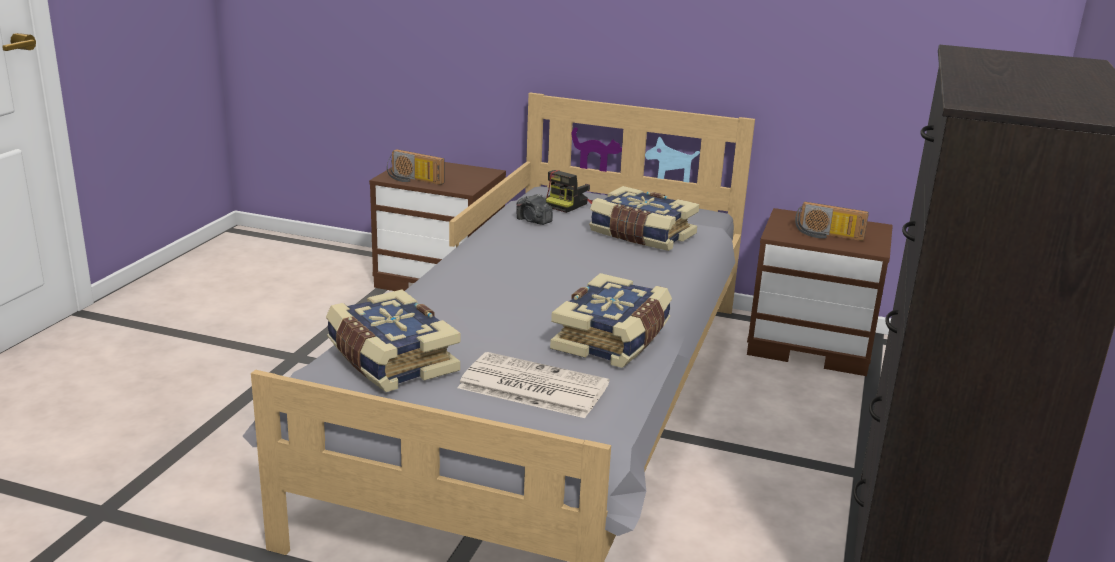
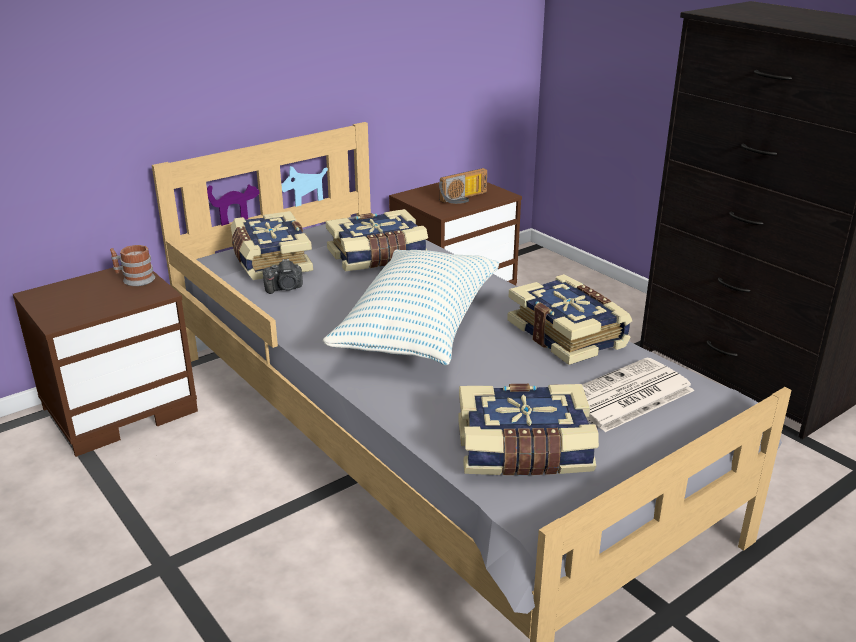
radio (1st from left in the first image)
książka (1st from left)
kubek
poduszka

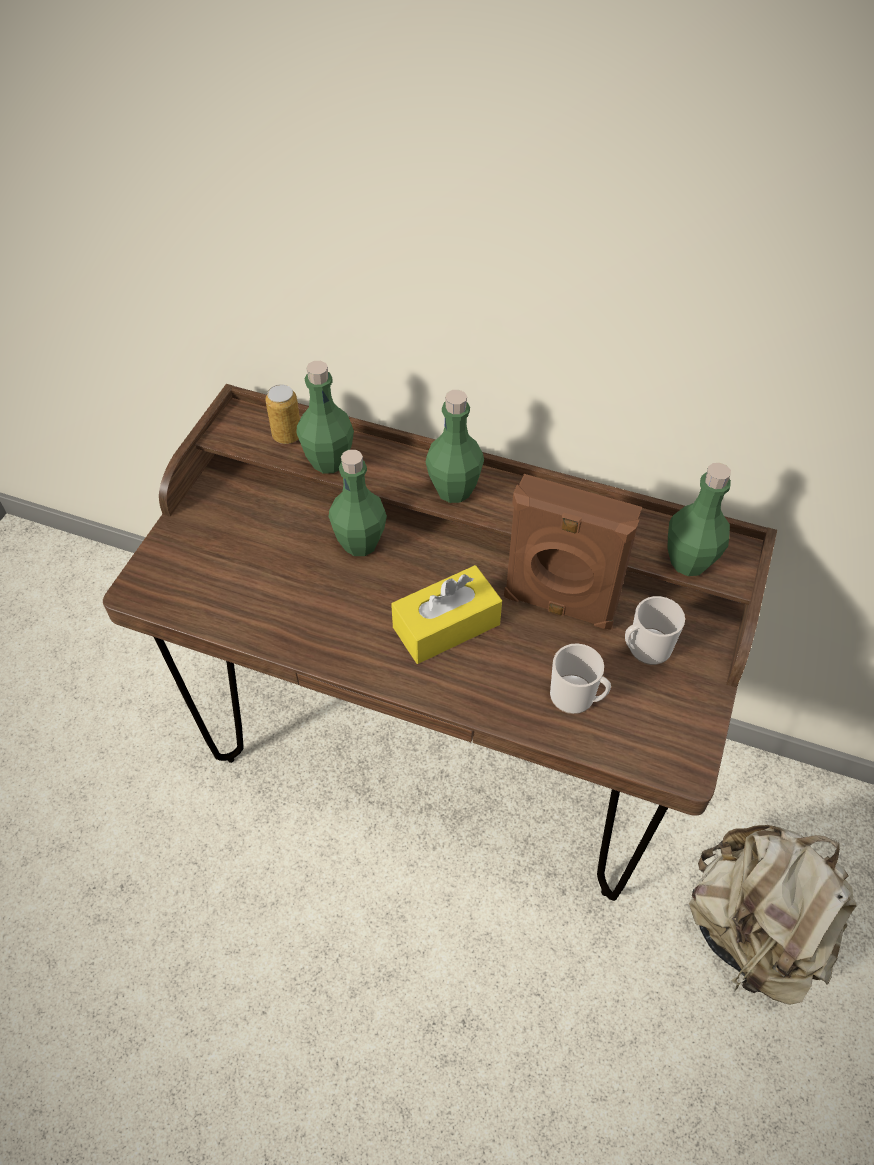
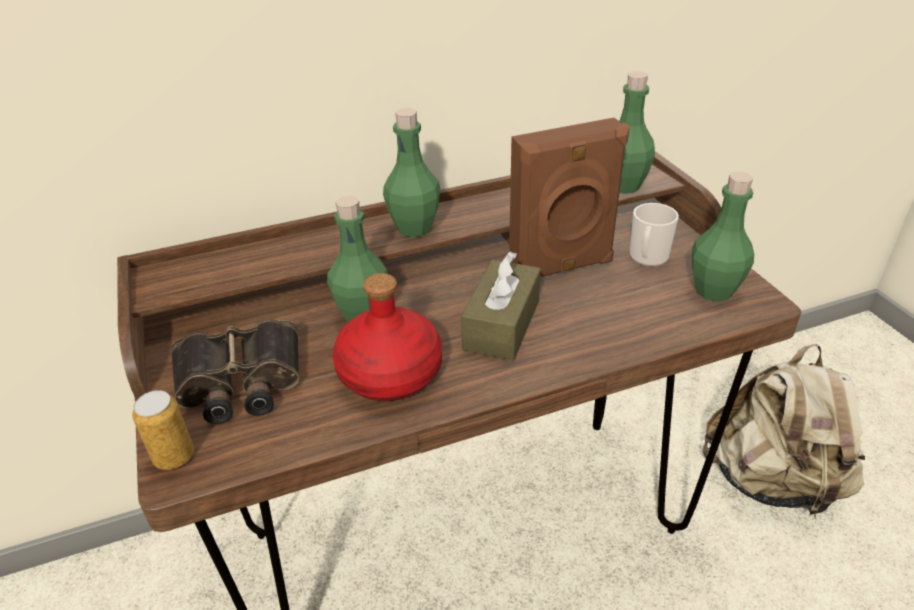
puszka
butelka (zielony) (4th from left)
pudełko chusteczek (brązowy)
kubek (1st from left in the first image)
lornetka
butelka (czerwony)

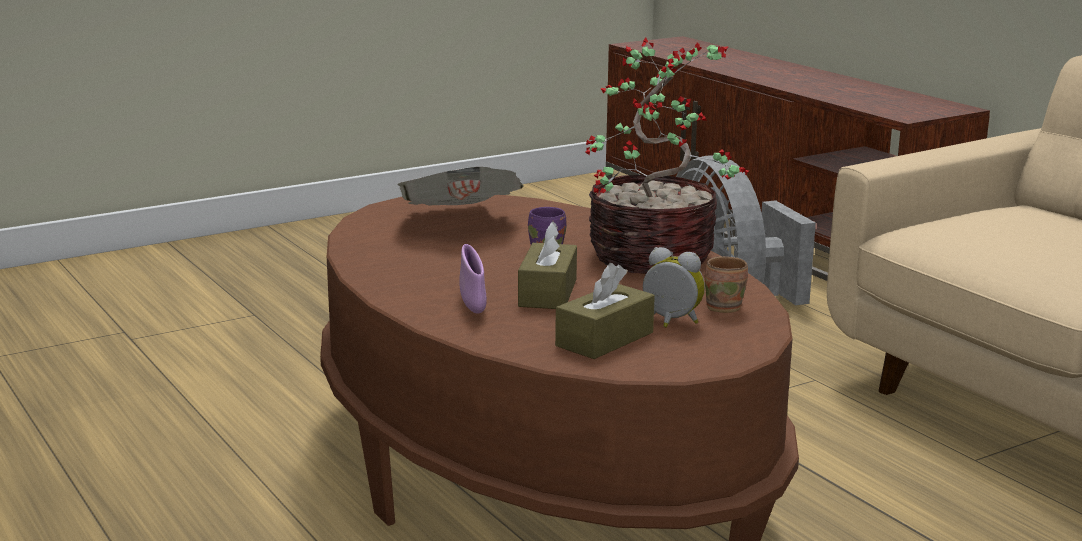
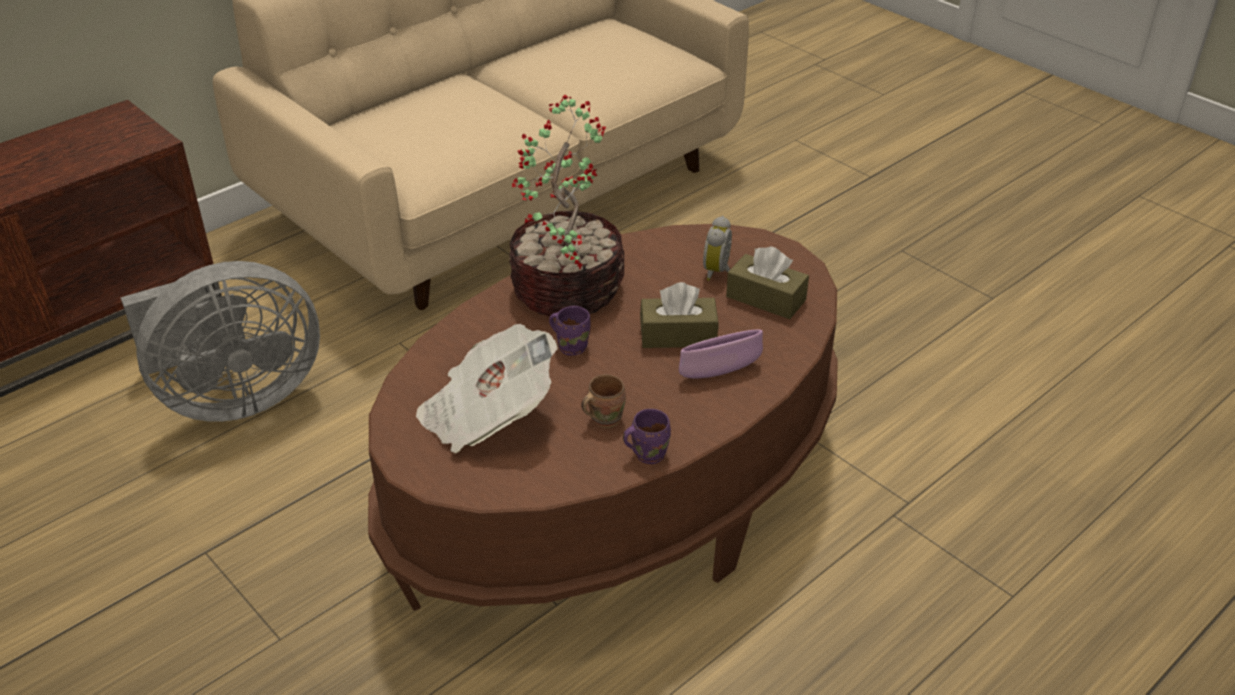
kubek (brązowy)
kubek (fioletowy) (2nd from left)

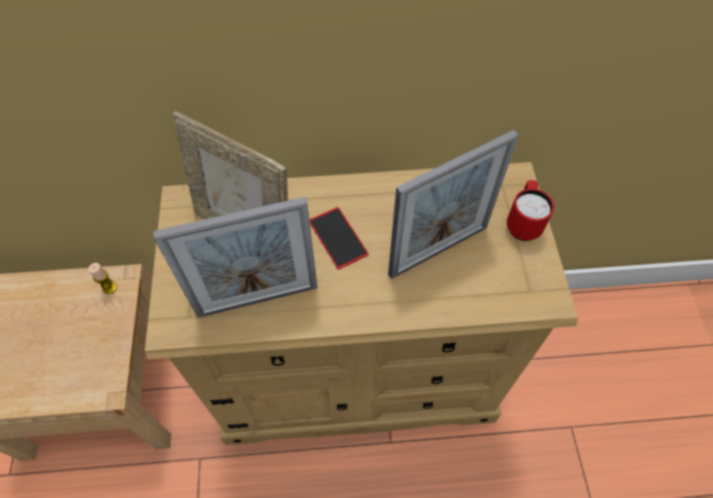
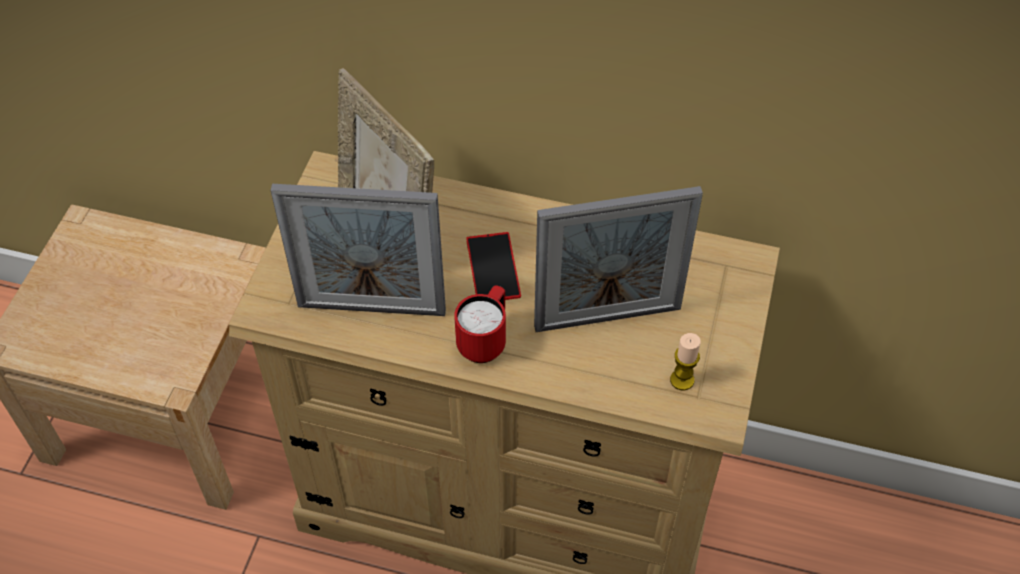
świeca
kubek (czerwony)

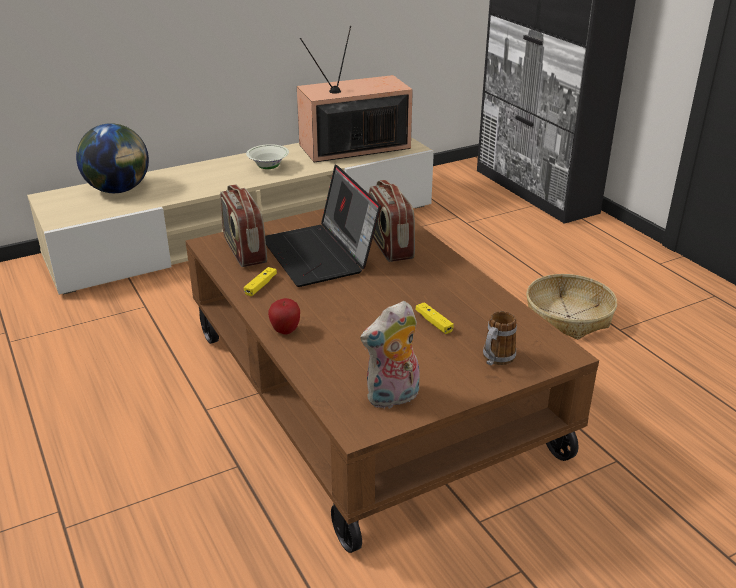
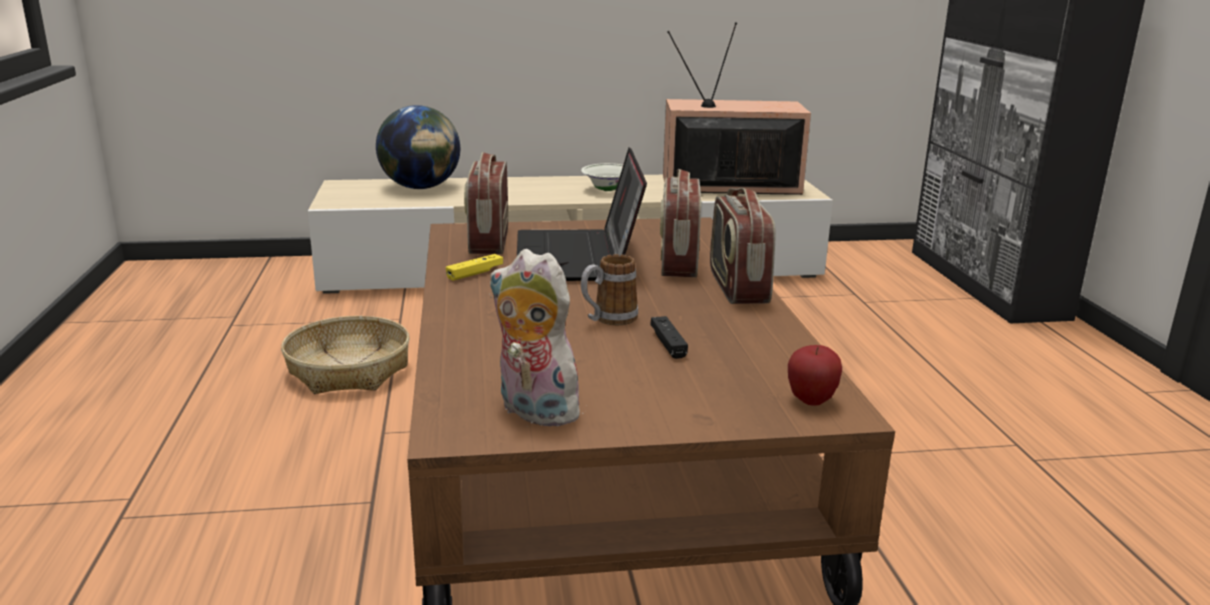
jabłko
pluszak
pad do gier (czarny)
kubek
koszyk
radio (3rd from left)

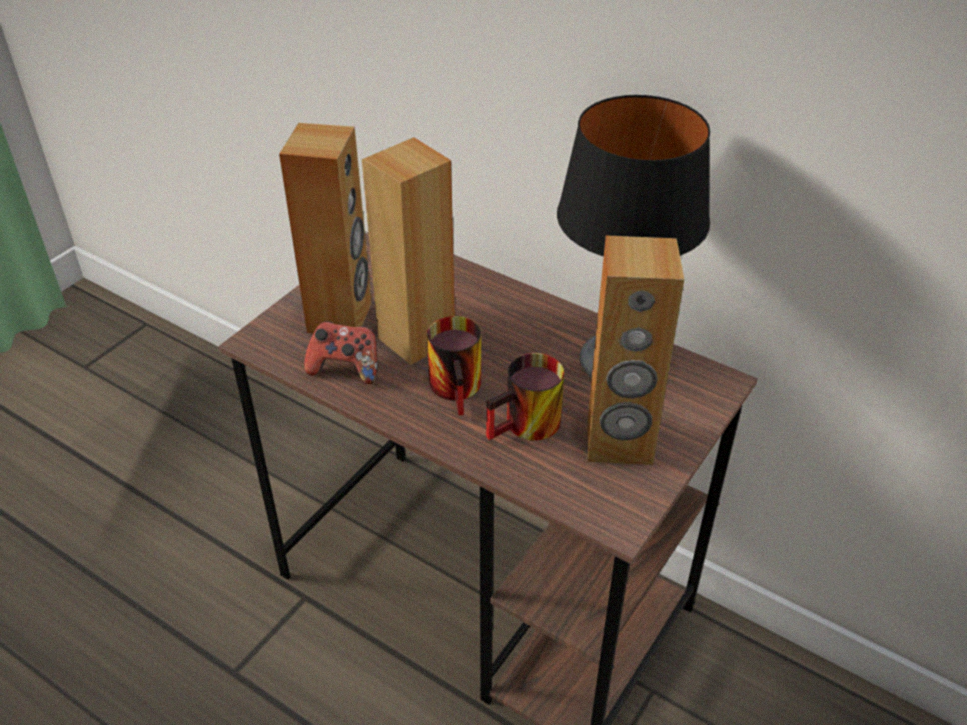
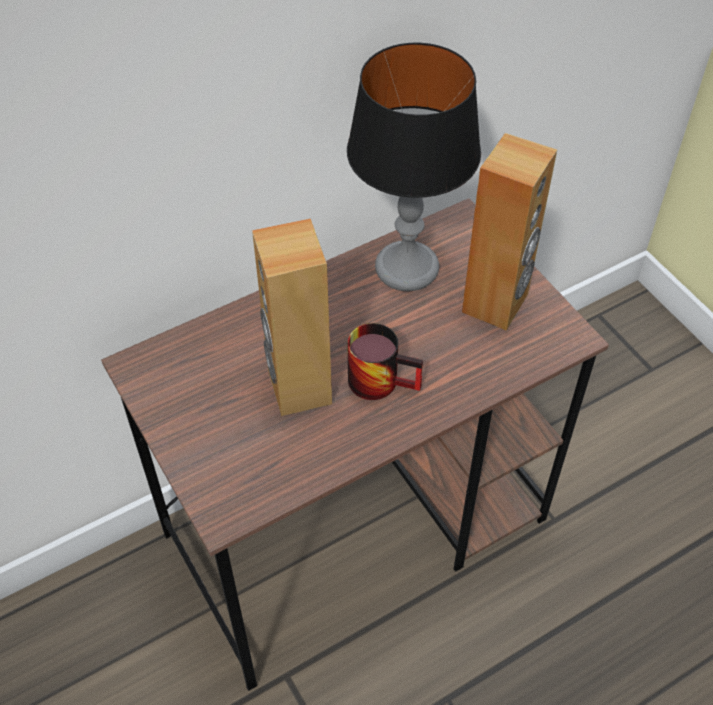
głośnik (brązowy) (1st from left in the first image)
pad do gier
kubek (2nd from left in the first image)

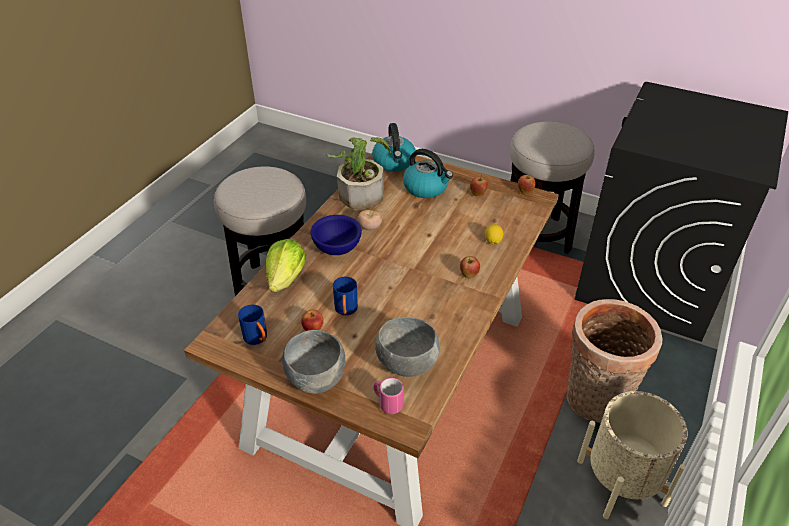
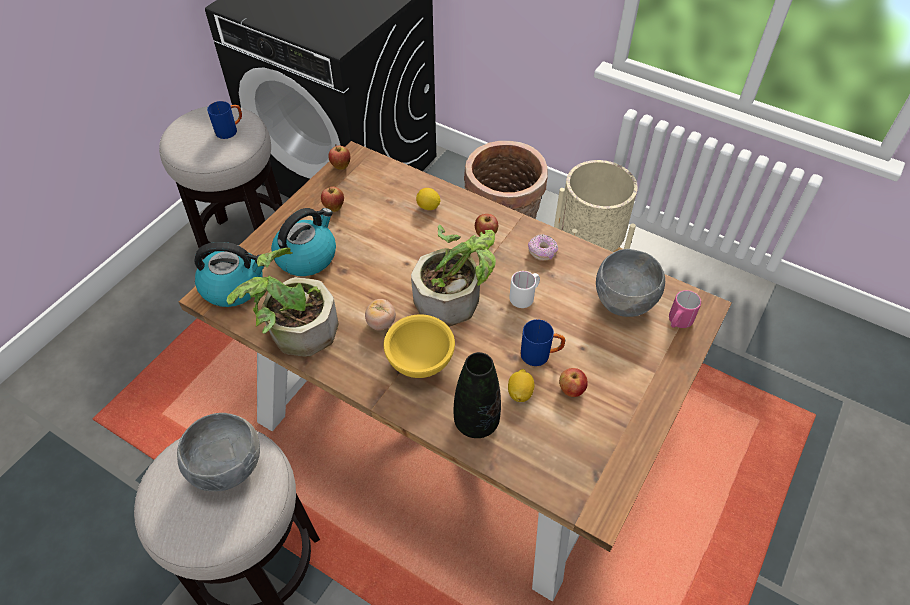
kubek (niebieski) (1st from left)
wazon (czarny)
miska (szary) (1st from left)
miska (żółty)
roślina doniczkowa (2nd from left)
cytryna (2nd from left)
kubek (biały)
donut

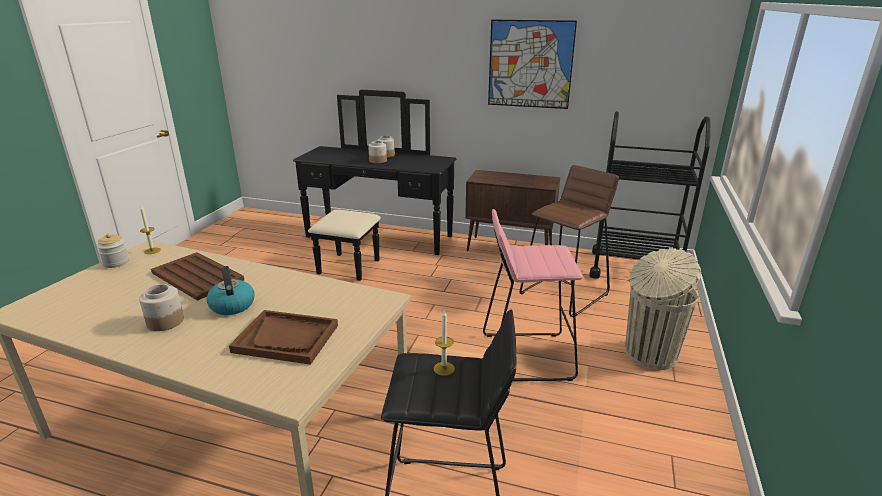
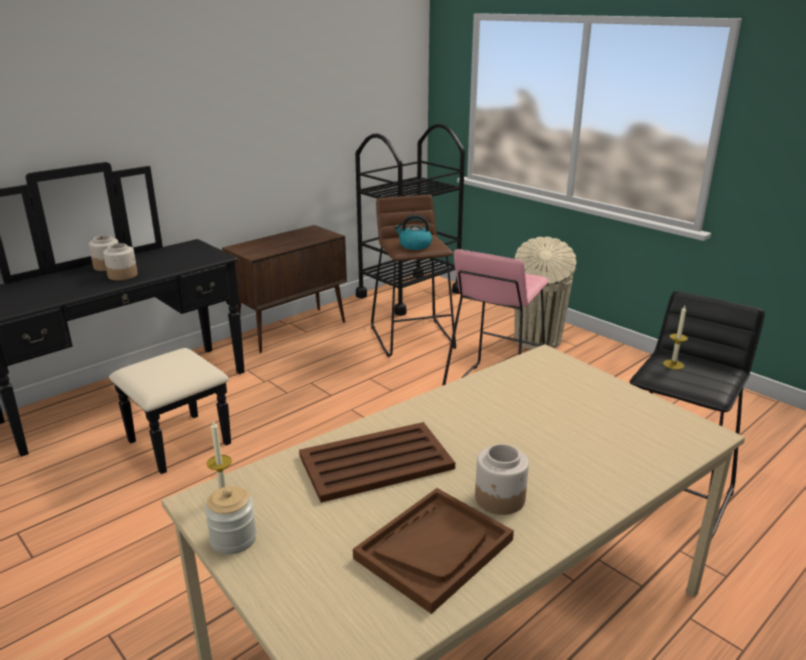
czajnik
taca (brązowy) (2nd from left)
obraz

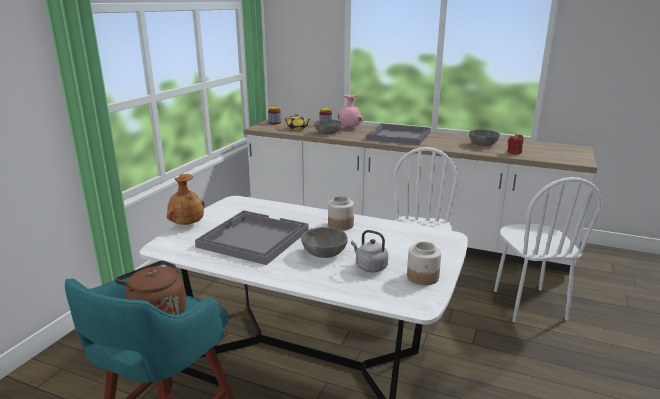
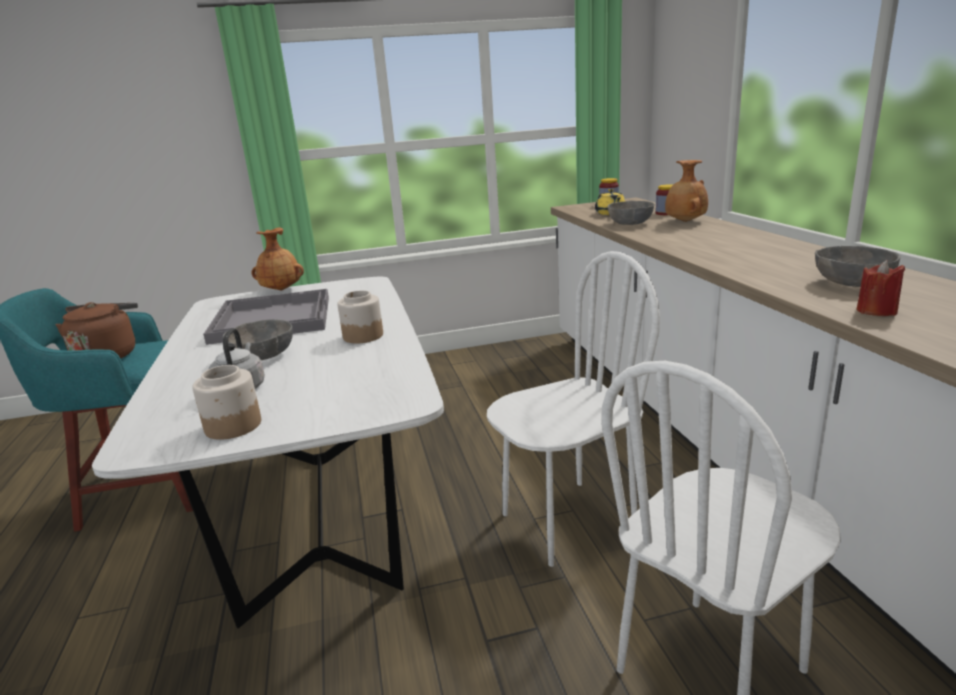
wazon (brązowy) (2nd from left)
taca (szary) (2nd from left in the first image)

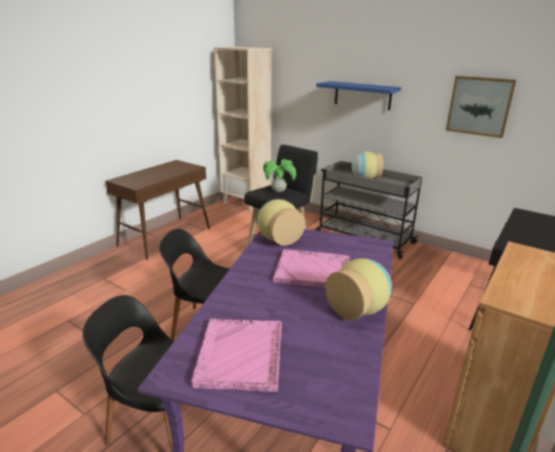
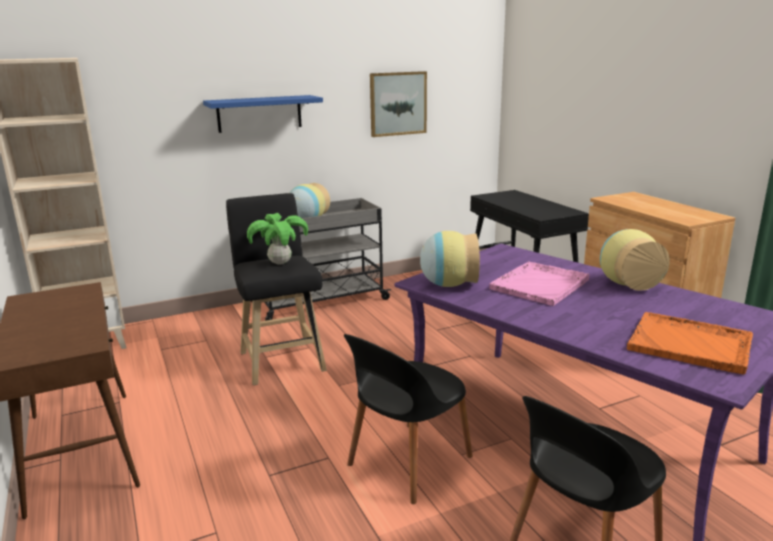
taca (pomarańczowy)

